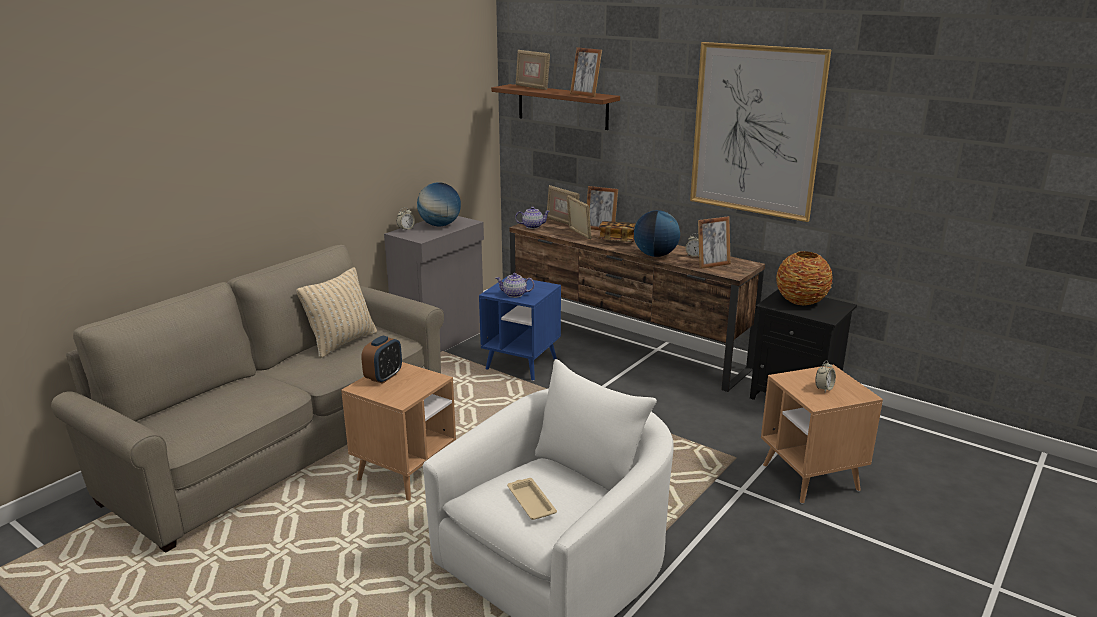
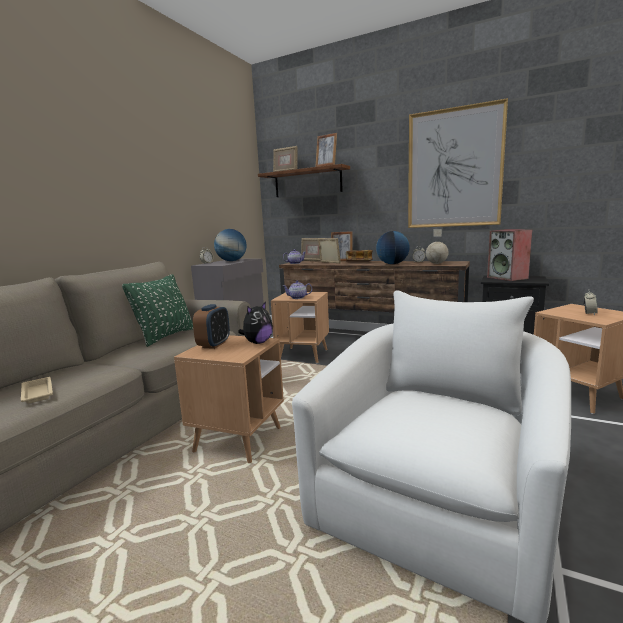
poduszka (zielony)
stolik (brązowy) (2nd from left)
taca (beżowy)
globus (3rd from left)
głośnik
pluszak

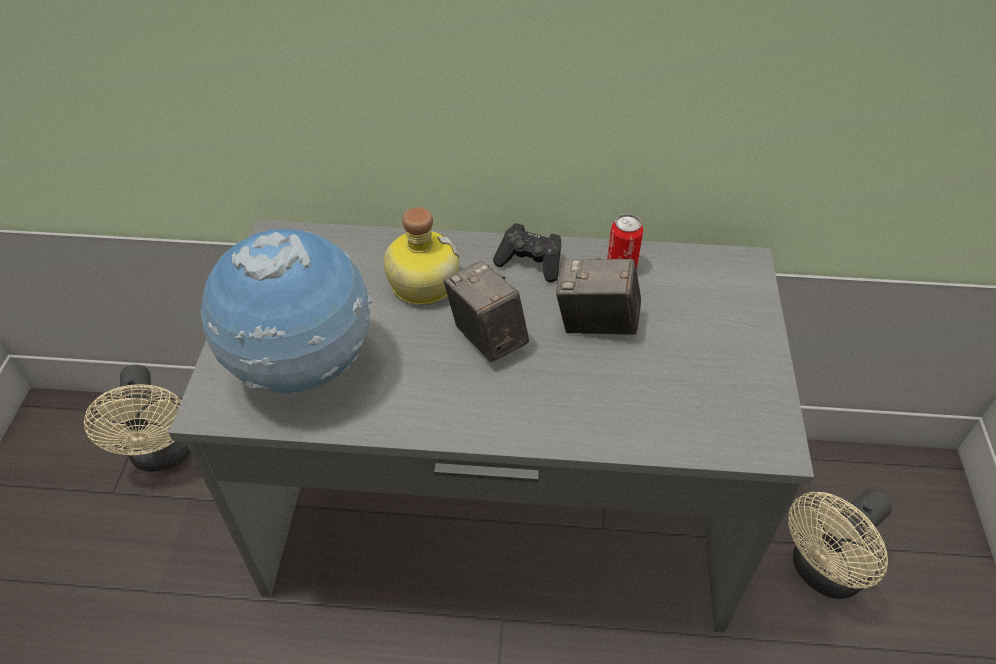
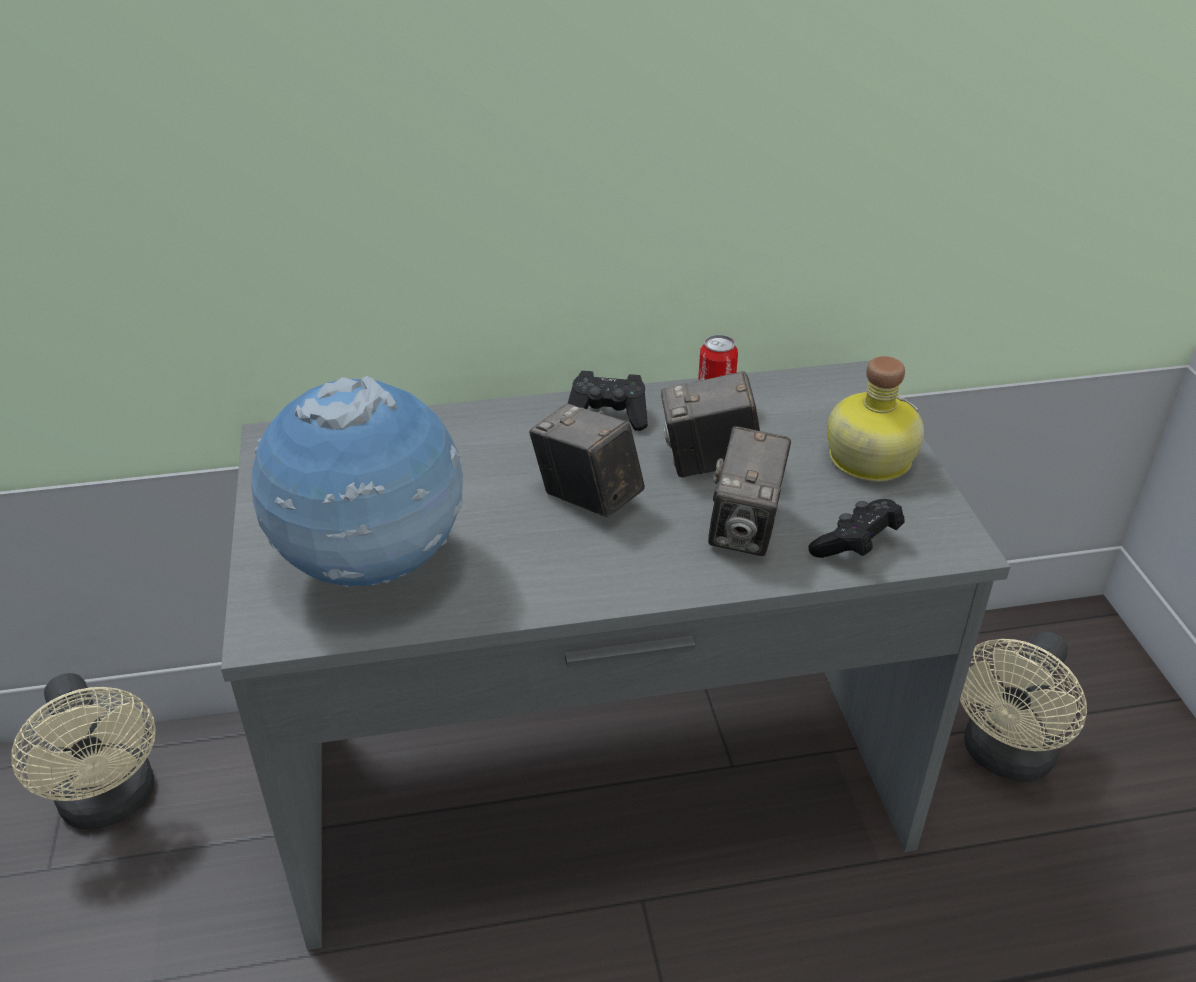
butelka
aparat fotograficzny (3rd from left)
pad do gier (czarny) (2nd from left)

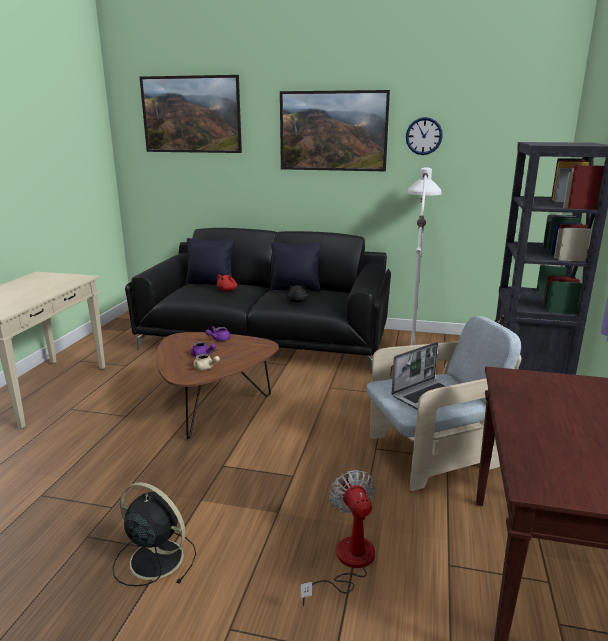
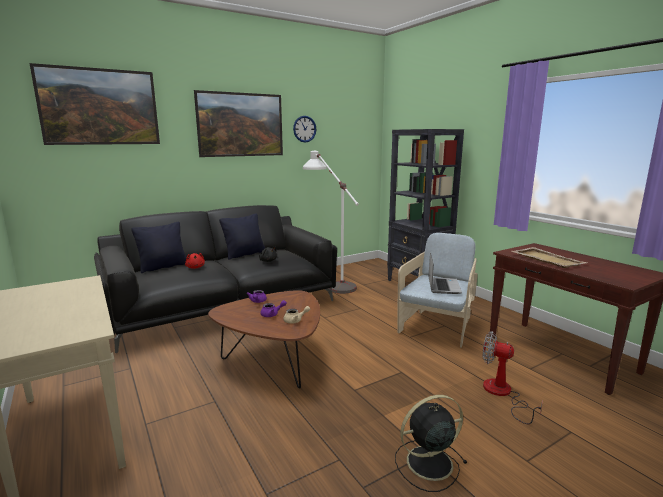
taca (beżowy)

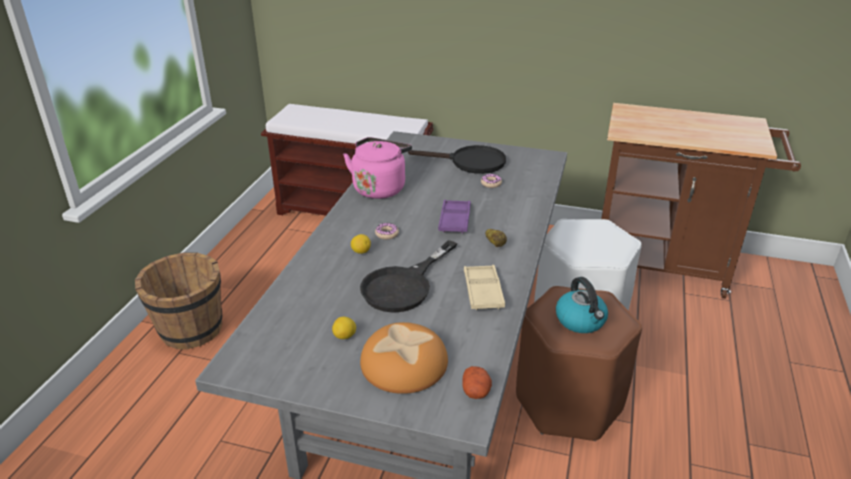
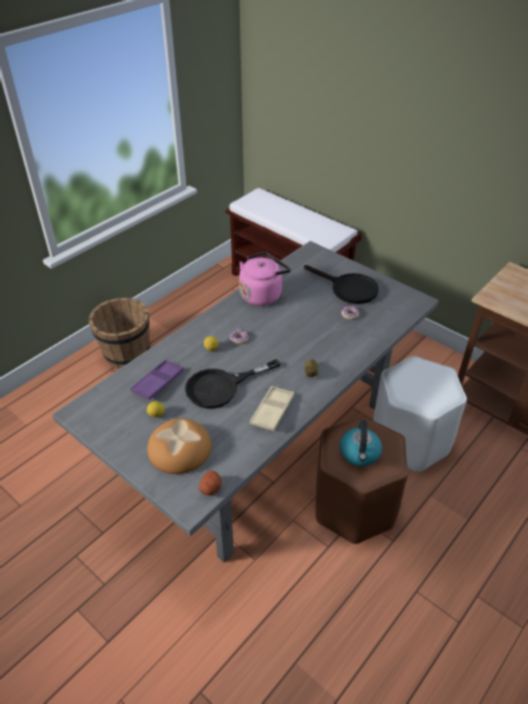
taca (fioletowy)

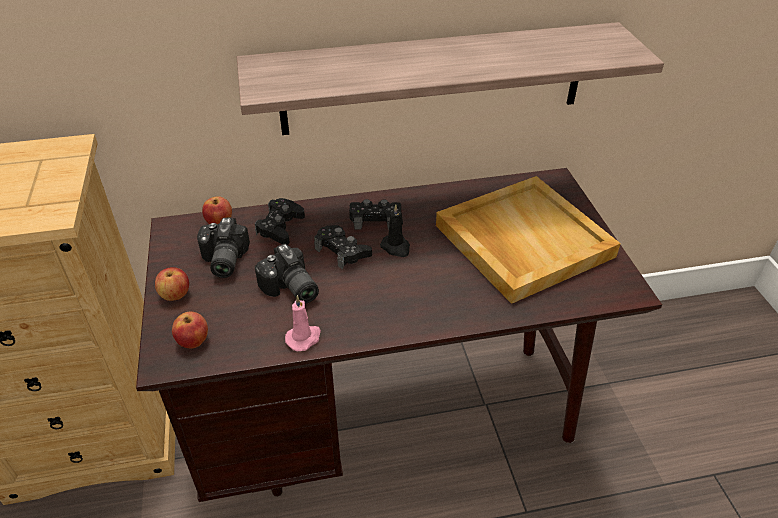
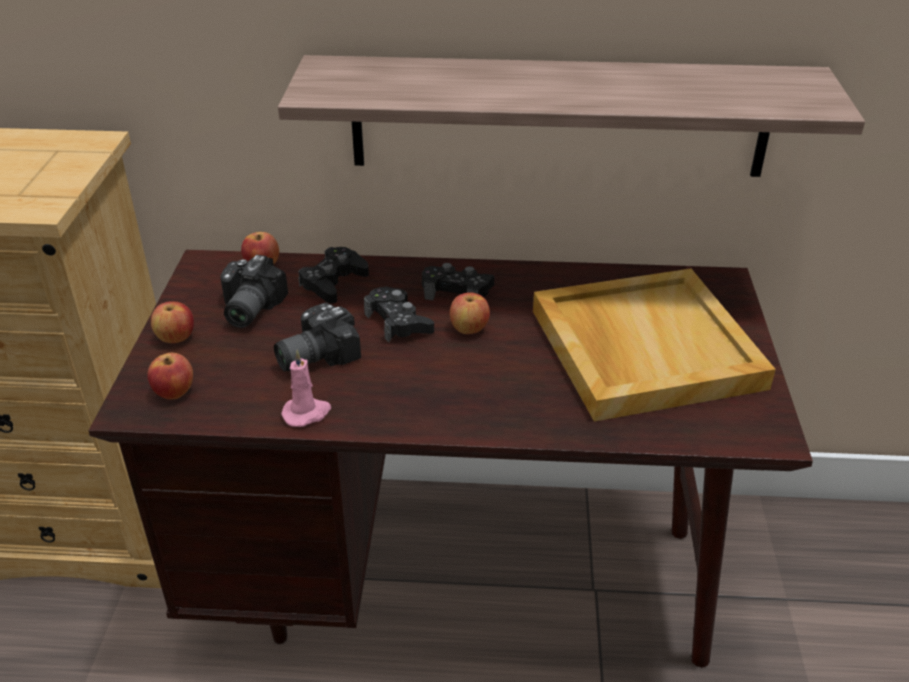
aparat fotograficzny (2nd from left)
jabłko (4th from left)

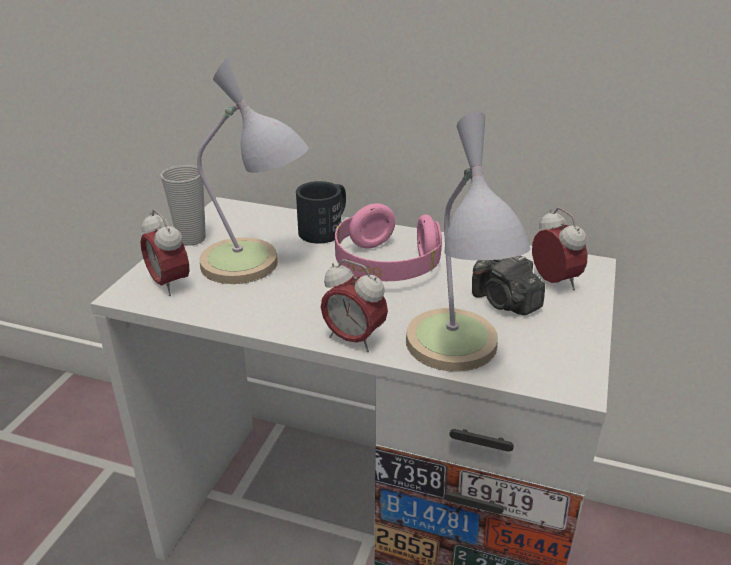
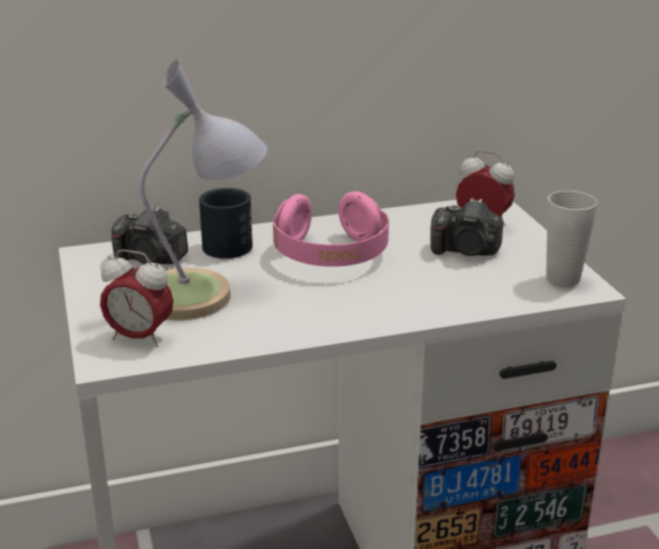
filiżanka
budzik (2nd from left in the first image)
lampa stołowa (2nd from left in the first image)
aparat fotograficzny (1st from left)

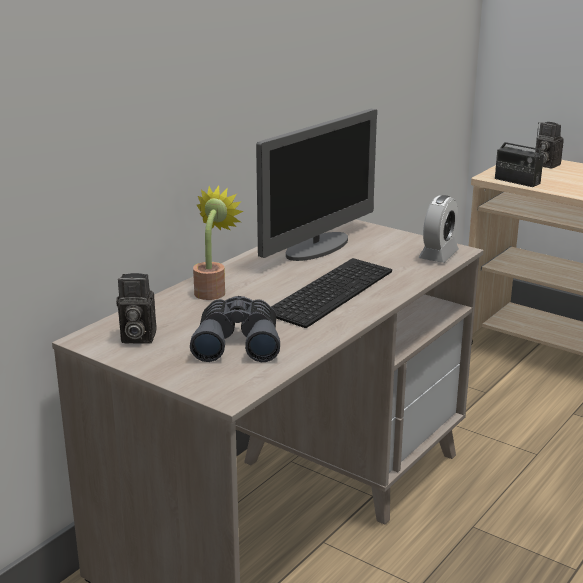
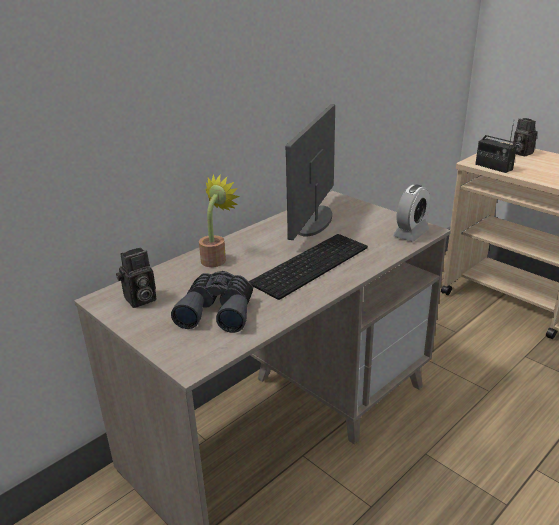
aparat fotograficzny (1st from left)
monitor

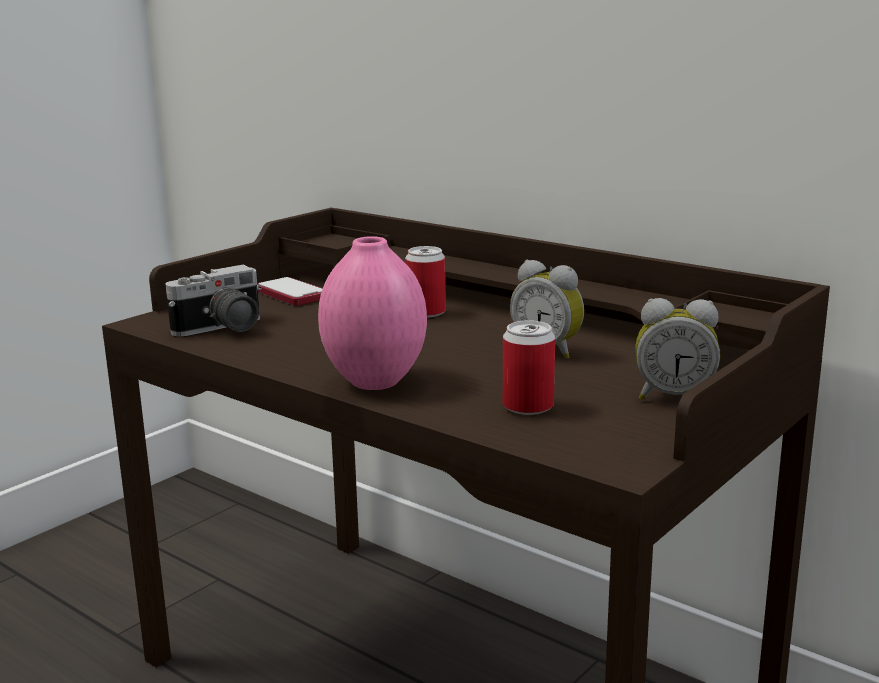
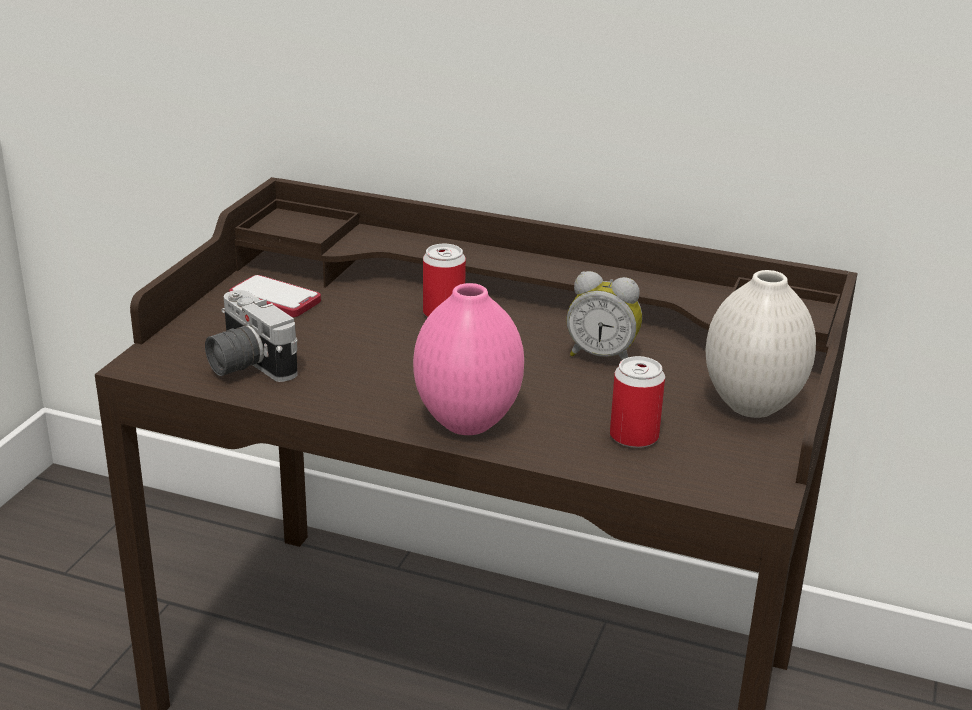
aparat fotograficzny
wazon (biały)

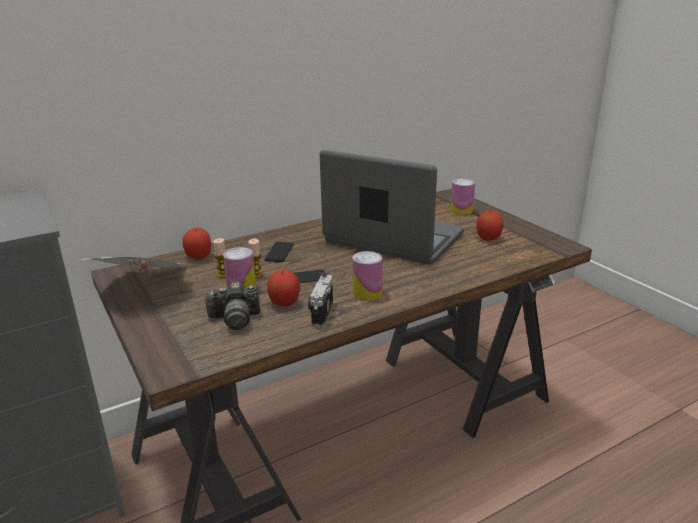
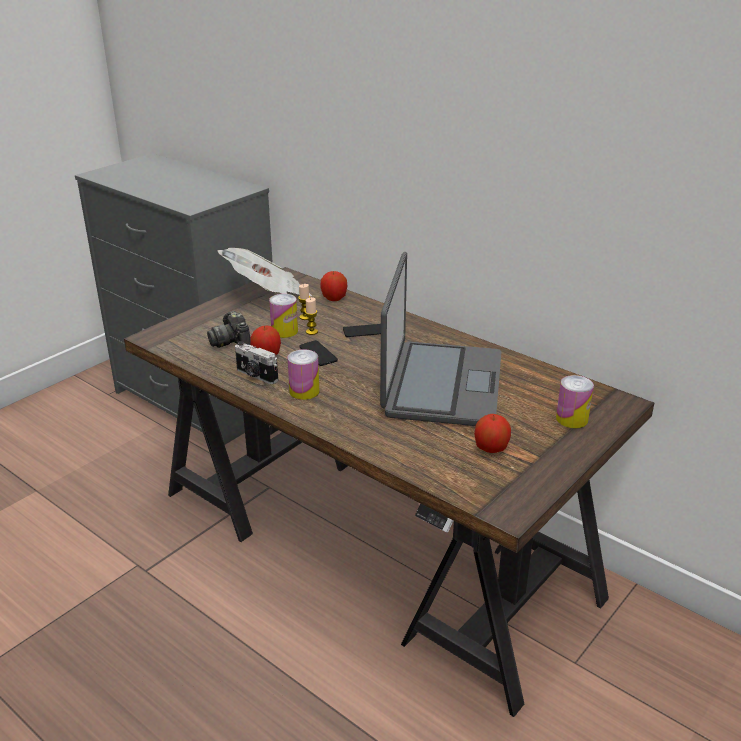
aparat fotograficzny (2nd from left)

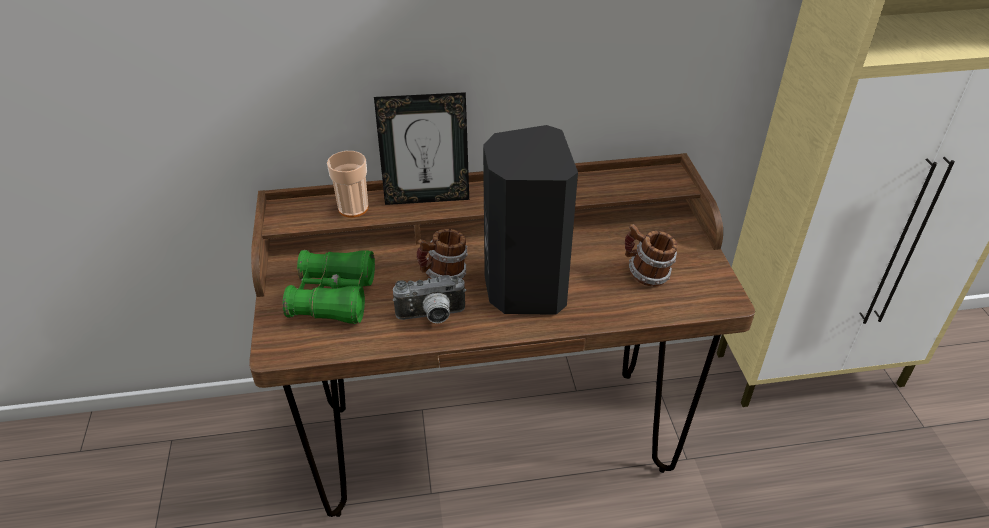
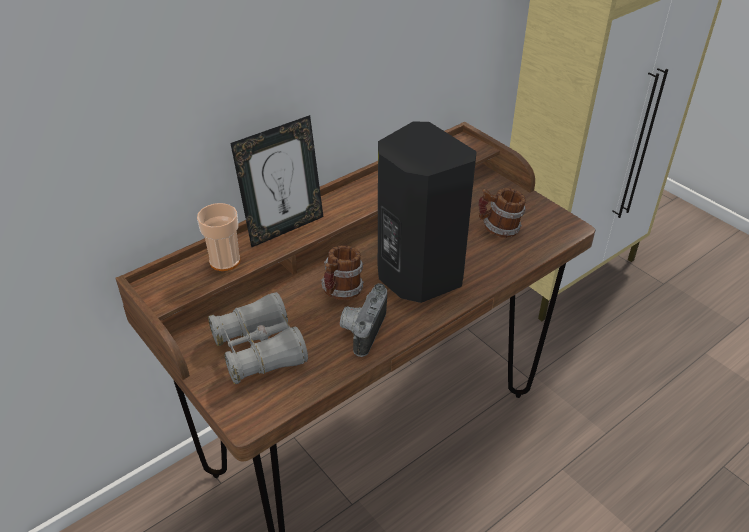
lornetka (szary)
aparat fotograficzny

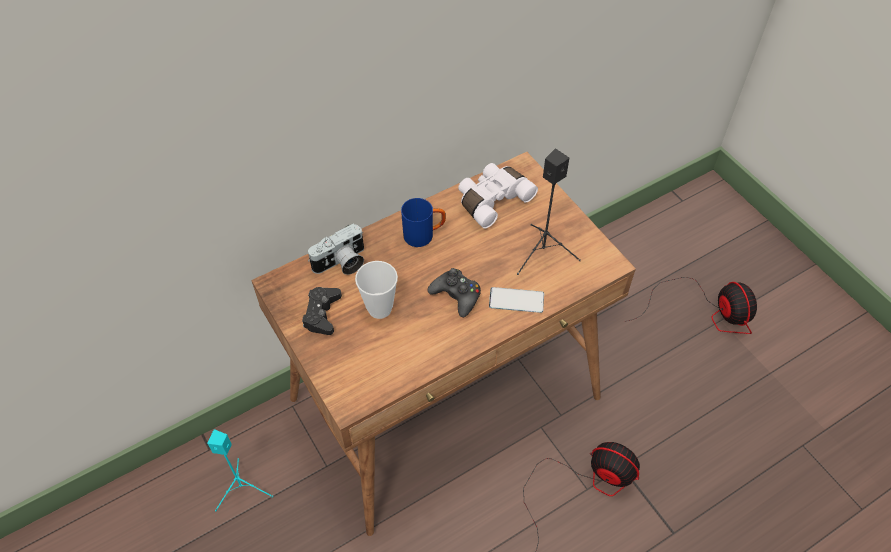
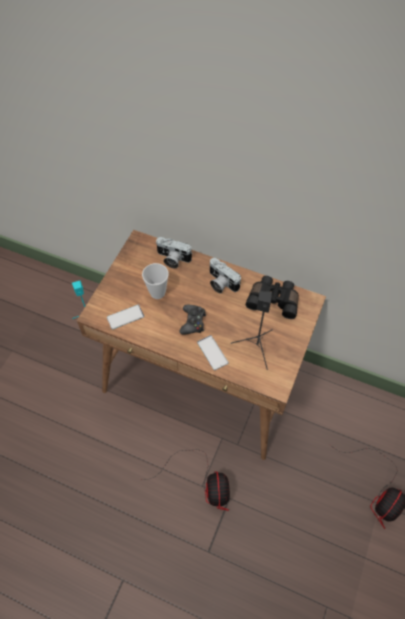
pad do gier (czarny) (1st from left in the first image)
aparat fotograficzny (2nd from left)
lornetka (czarny)
telefon (1st from left)

